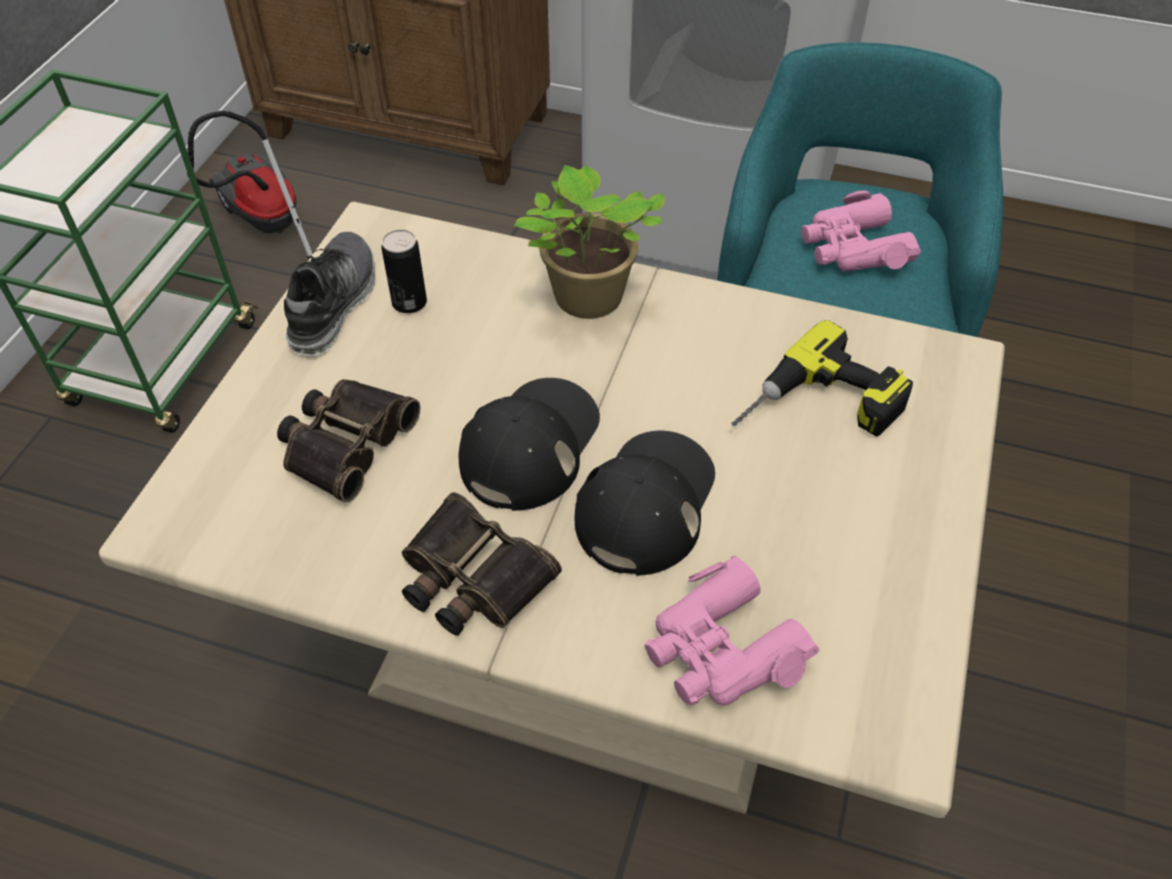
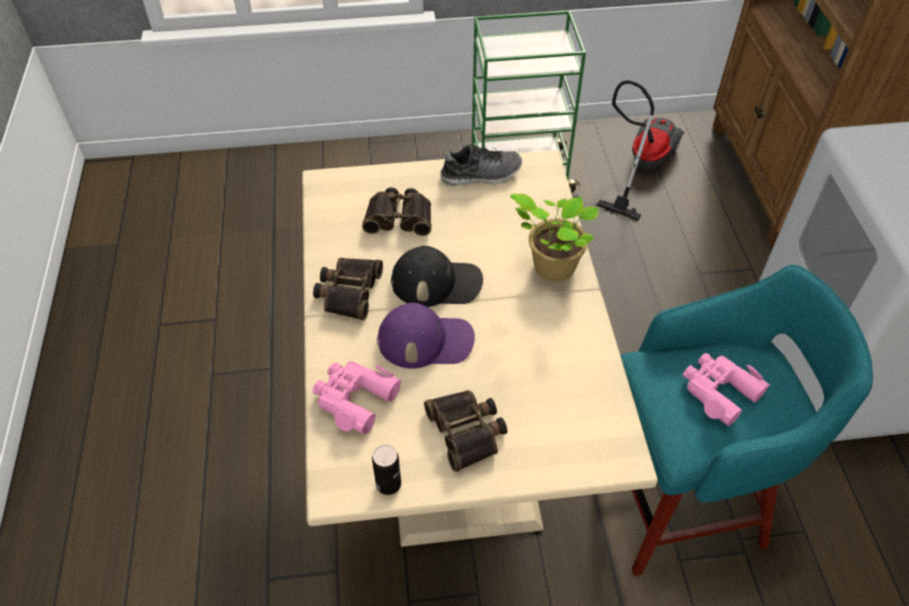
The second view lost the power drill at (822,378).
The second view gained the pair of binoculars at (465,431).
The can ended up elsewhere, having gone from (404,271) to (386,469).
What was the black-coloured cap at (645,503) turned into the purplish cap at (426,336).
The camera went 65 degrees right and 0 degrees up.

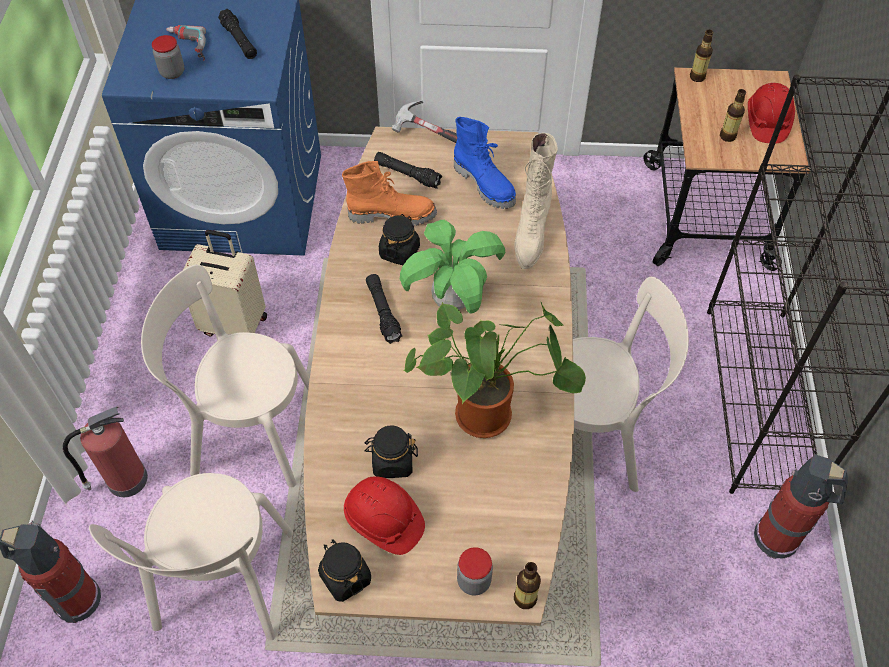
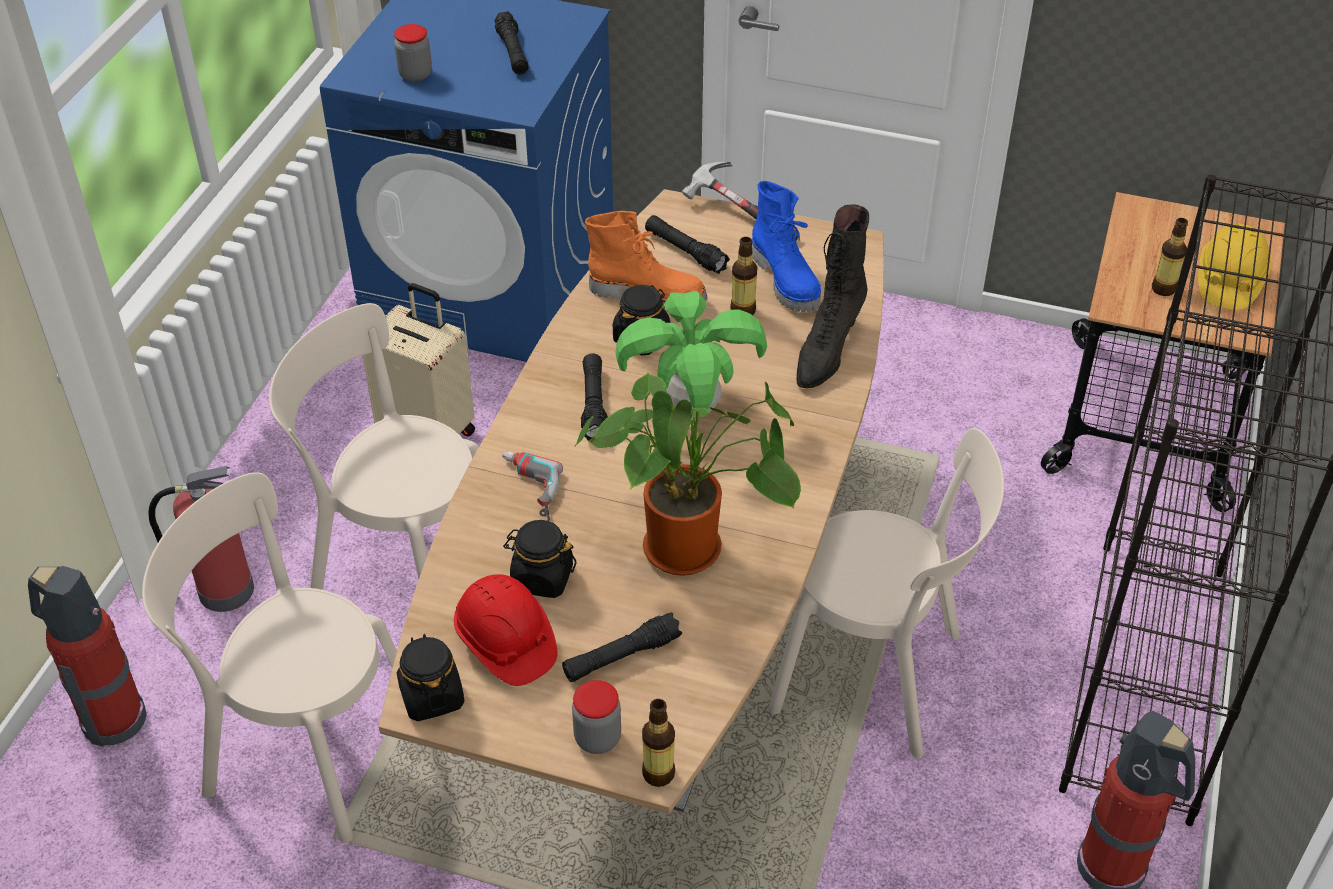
The second view gained the black-coloured hand torch at (622,647).
The power drill ended up elsewhere, having gone from (186,43) to (532,486).
The bottle ended up elsewhere, having gone from (701,56) to (743,276).
What was the beige boot at (536,201) turned into the black-coloured boot at (833,296).
What was the reddish hard hat at (771,113) turned into the yellow hard hat at (1234,267).
The beige plain chair at (191,556) ended up facing another way, 90 degrees clockwise from before.
The camera went 15 degrees right and 10 degrees down.

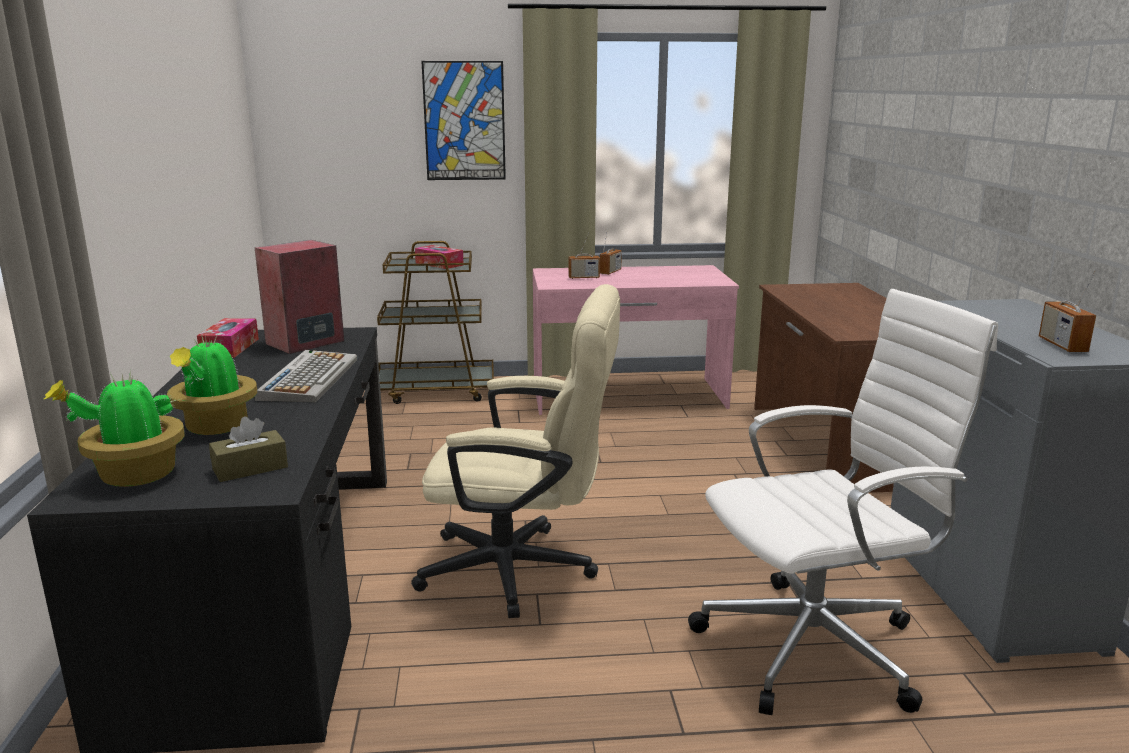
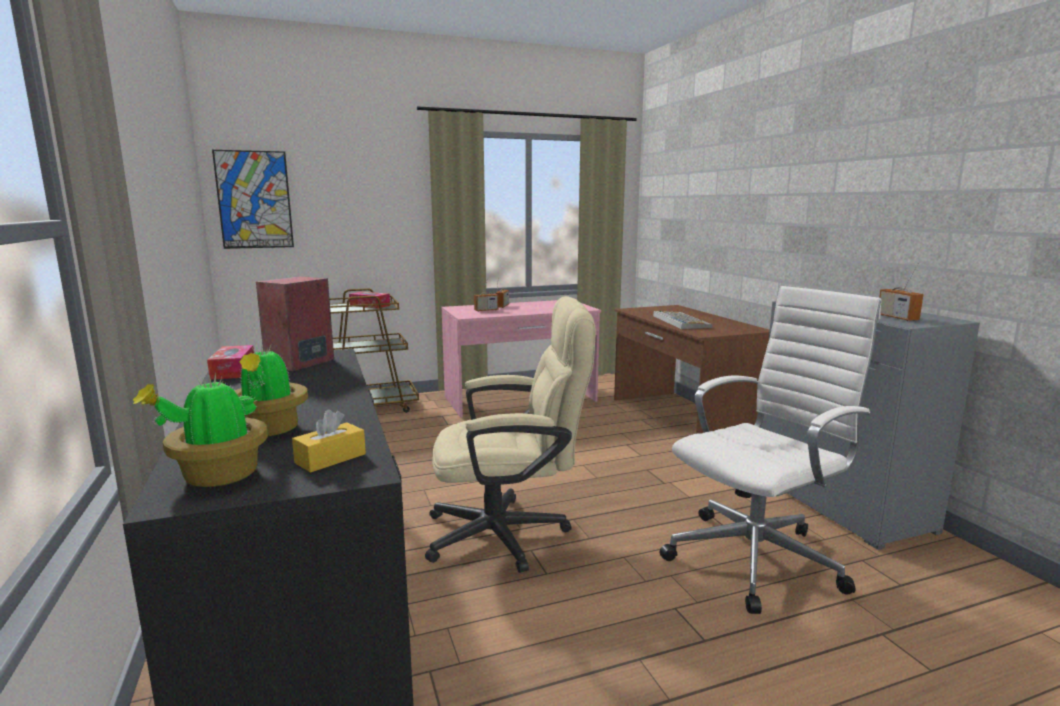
The computer keyboard ended up elsewhere, having gone from (306,376) to (682,320).
The wall art ended up elsewhere, having gone from (463,120) to (253,199).
What was the brownish box of tissues at (248,449) turned into the yellow box of tissues at (329,441).
The camera went 15 degrees left and 5 degrees down.

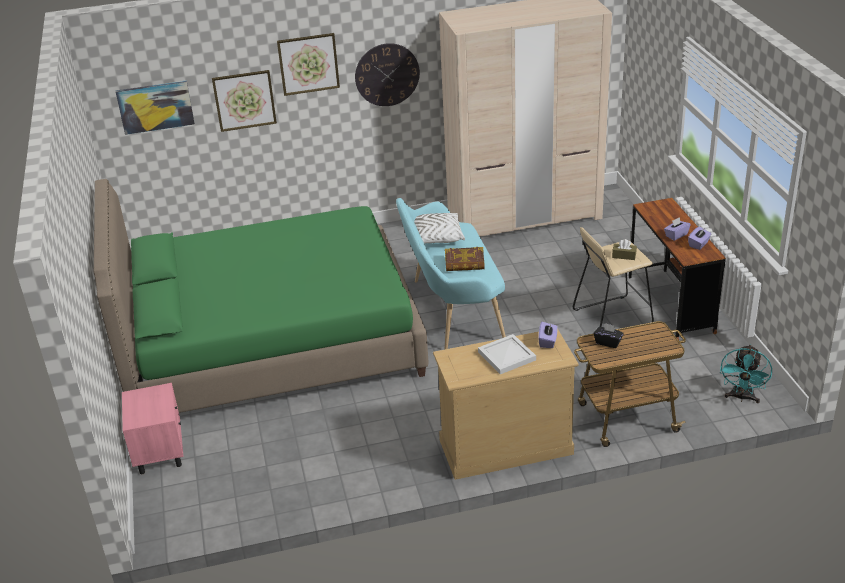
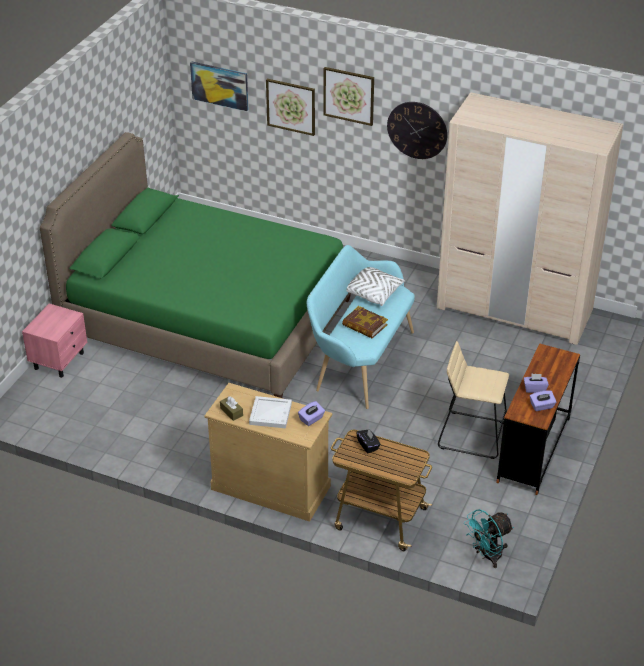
The brownish box of tissues ended up elsewhere, having gone from (624,249) to (231,408).
The camera went 35 degrees right and 5 degrees up.

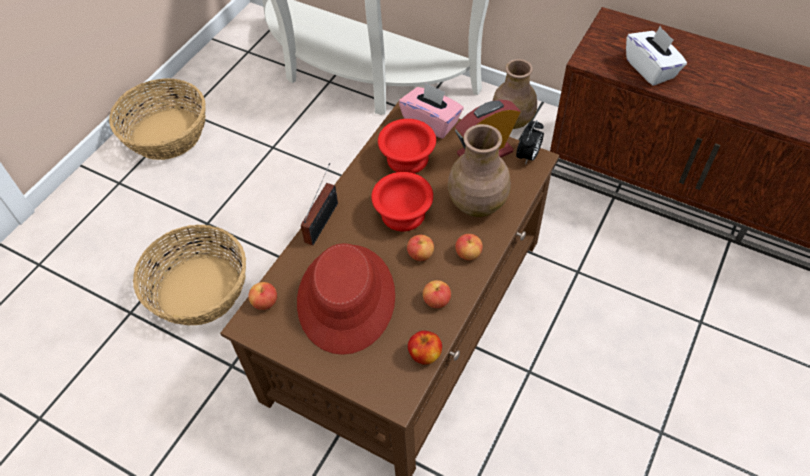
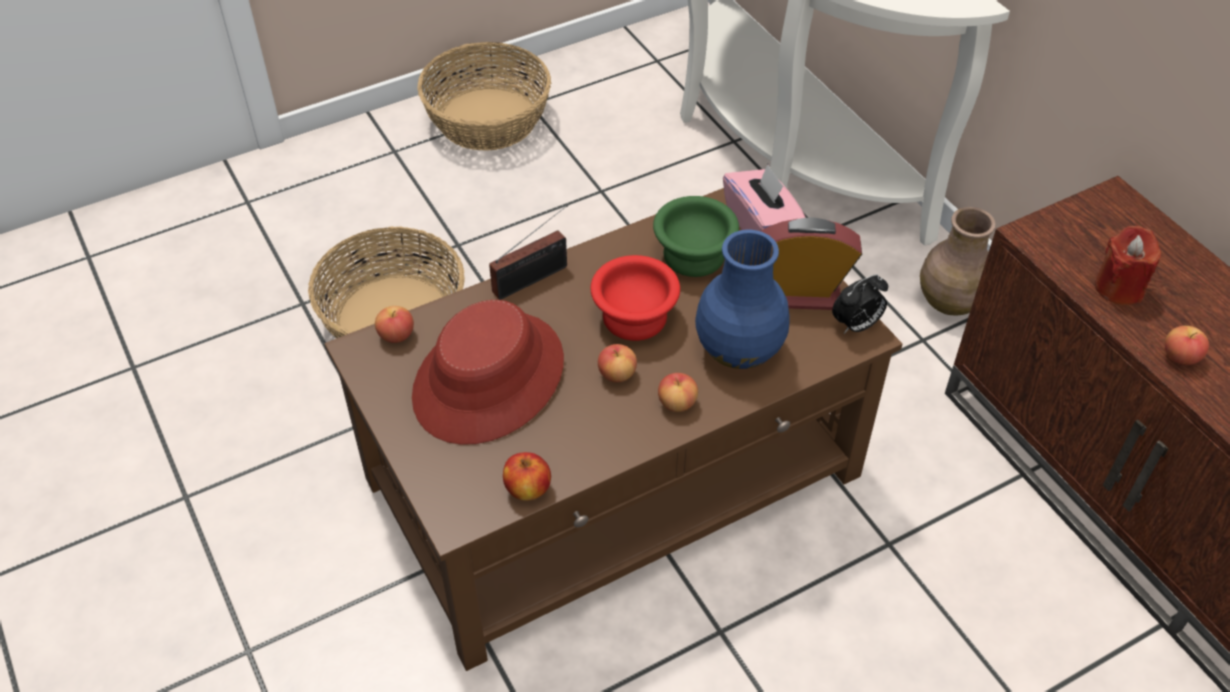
The whole apple ended up elsewhere, having gone from (437,294) to (1187,345).
Where the whitish box of tissues stood at (656,56), the reddish wax candle came to stand at (1128,265).
What was the reddish bowl at (407,146) turned into the green-coloured bowl at (696,236).
What was the brownish decorative vase at (479,170) turned into the blue-coloured decorative vase at (742,299).
The camera went 30 degrees right and 5 degrees down.

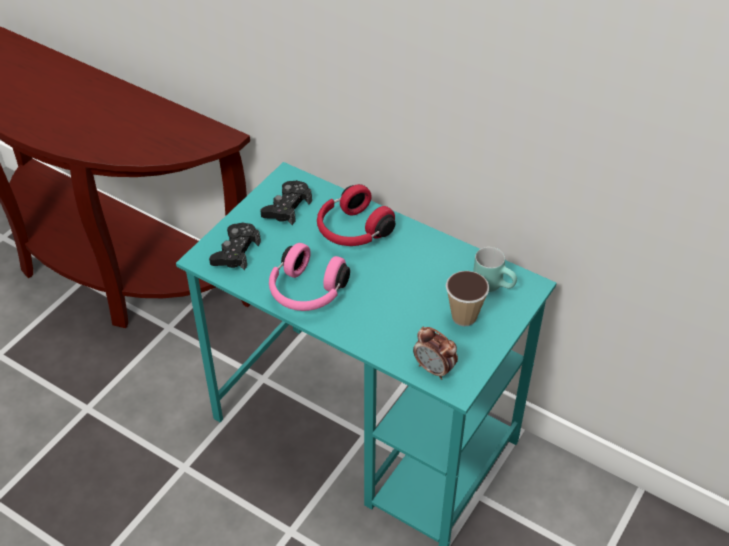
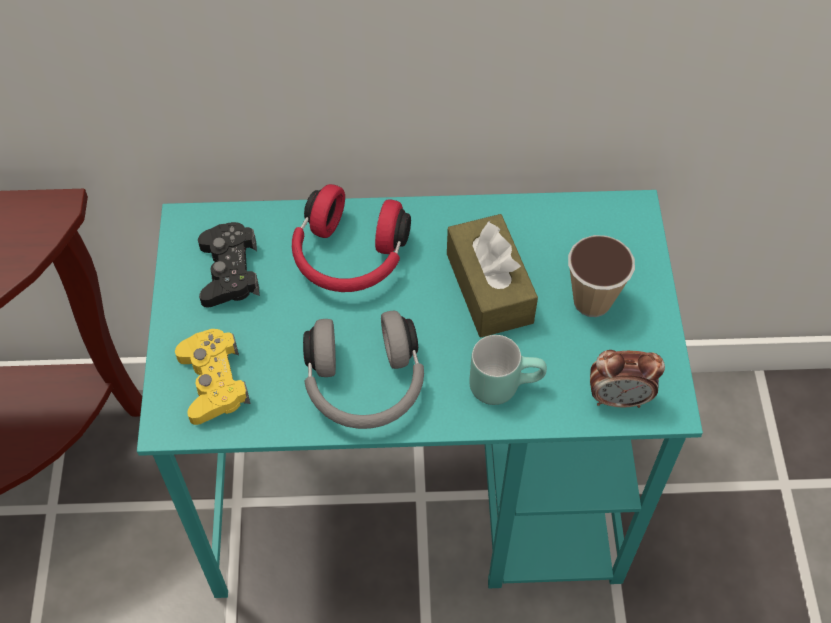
The second view gained the brownish box of tissues at (492,275).
The blue-green coffee mug ended up elsewhere, having gone from (495,269) to (508,370).
What was the black-coloured joypad at (235,246) turned into the yellow joypad at (212,377).
What was the pink pair of headphones at (309,277) turned into the grey pair of headphones at (363,370).
The camera went 35 degrees left and 10 degrees up.

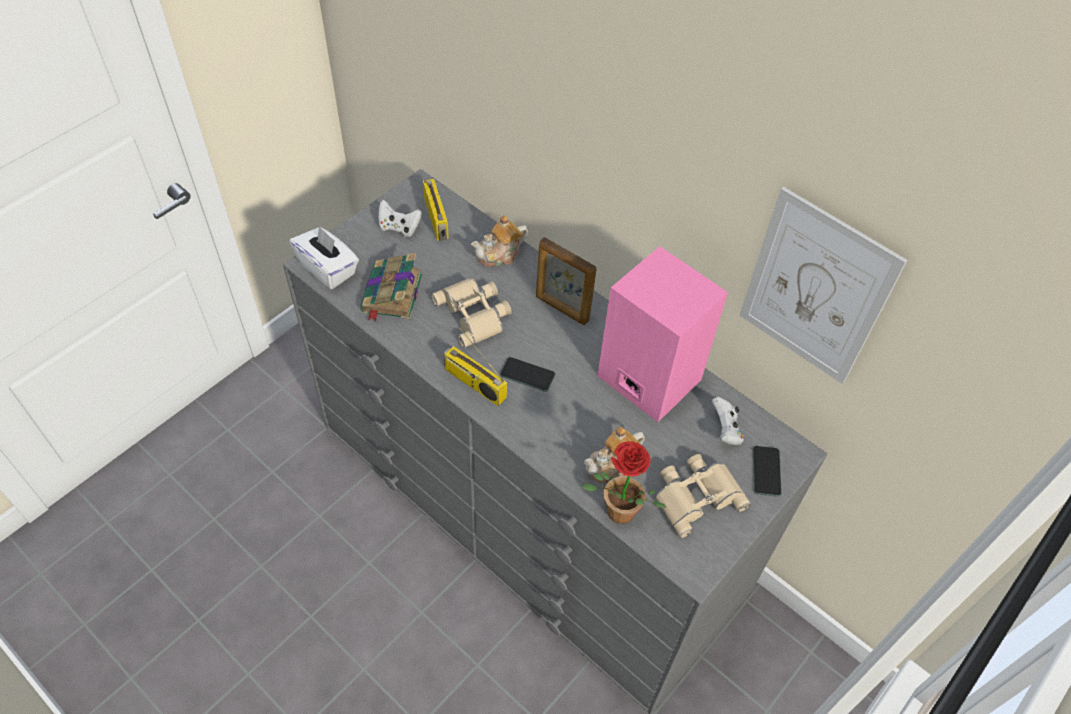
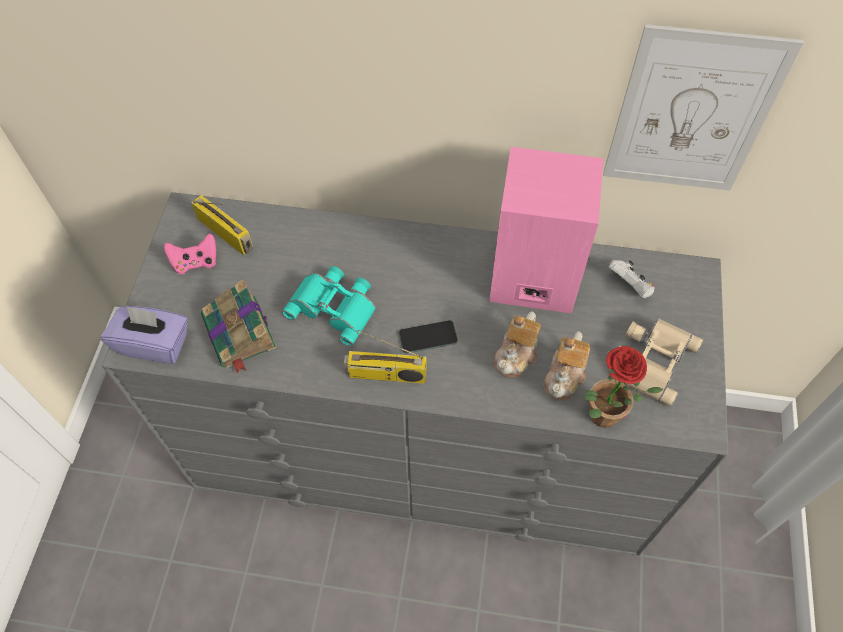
The second view lost the picture frame at (566,281).
The second view lost the phone at (767,471).
The pot for tea ended up elsewhere, having gone from (499,241) to (517,344).
What was the whitish box of tissues at (324,257) turned into the purplish box of tissues at (144,335).
What was the whitish joypad at (400,218) turned into the pink joypad at (190,253).
What was the beige pair of binoculars at (471,313) turned into the blue-green pair of binoculars at (329,306).
The camera went 30 degrees left and 5 degrees up.

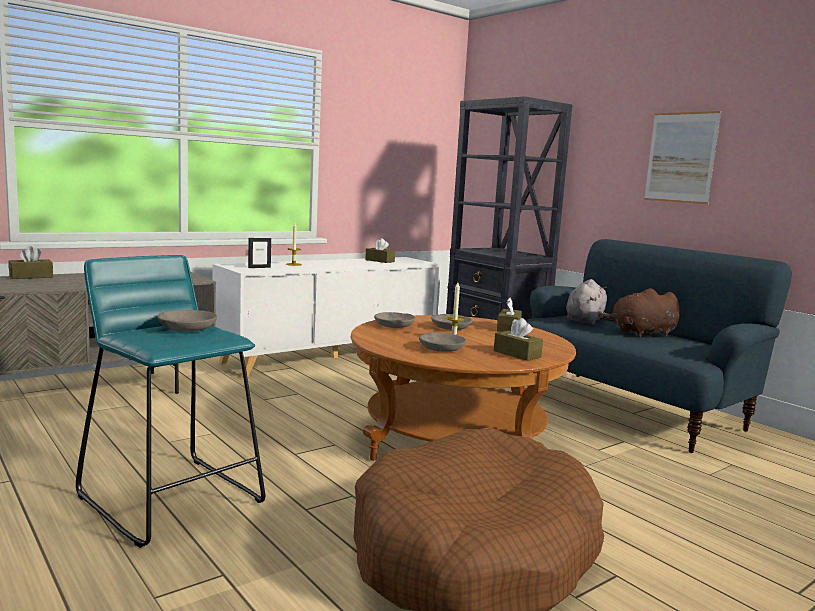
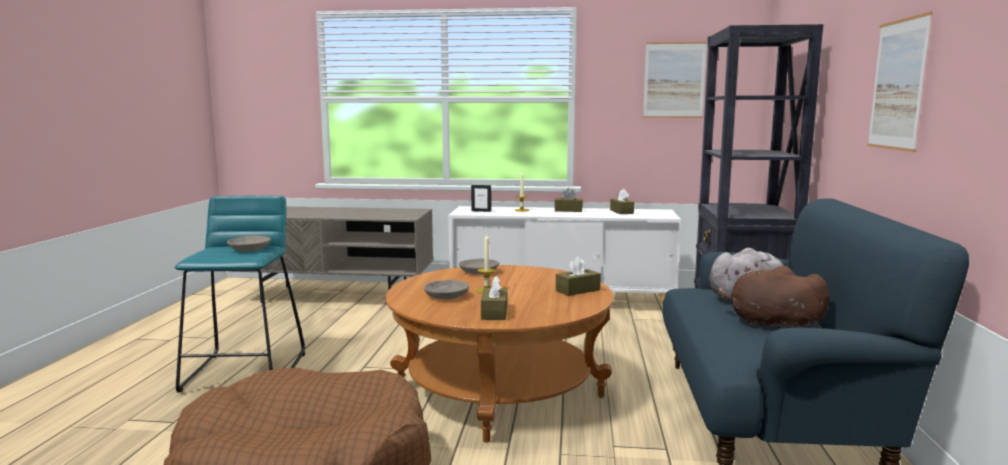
The second view lost the grey bowl at (451,322).
The second view gained the wall art at (675,80).
The brownish box of tissues ended up elsewhere, having gone from (31,262) to (568,200).
The camera went 45 degrees right and 0 degrees up.

